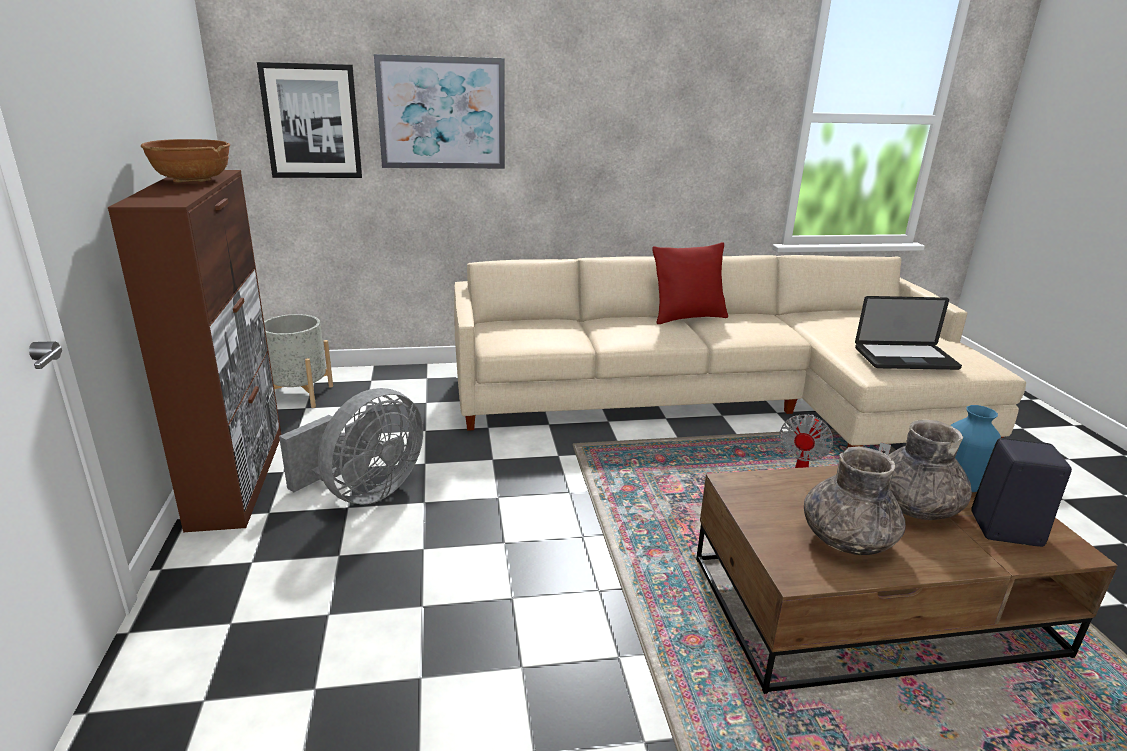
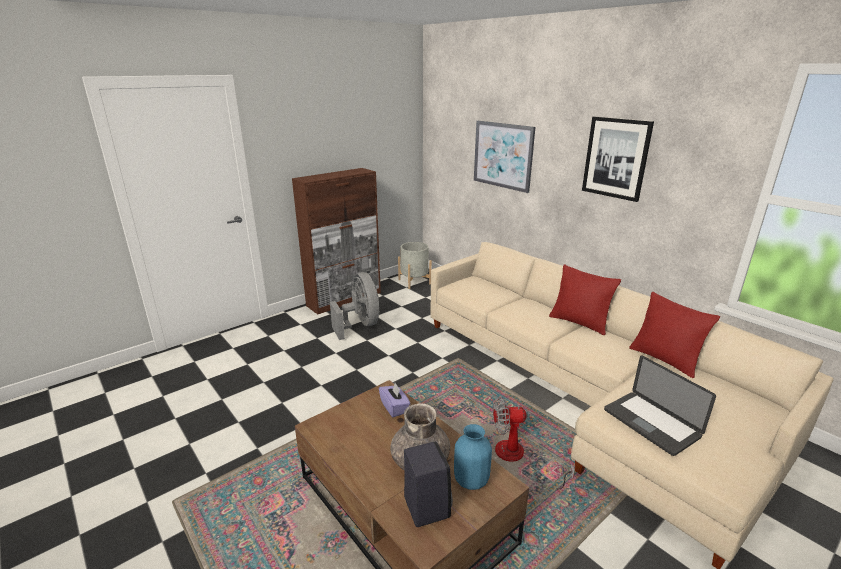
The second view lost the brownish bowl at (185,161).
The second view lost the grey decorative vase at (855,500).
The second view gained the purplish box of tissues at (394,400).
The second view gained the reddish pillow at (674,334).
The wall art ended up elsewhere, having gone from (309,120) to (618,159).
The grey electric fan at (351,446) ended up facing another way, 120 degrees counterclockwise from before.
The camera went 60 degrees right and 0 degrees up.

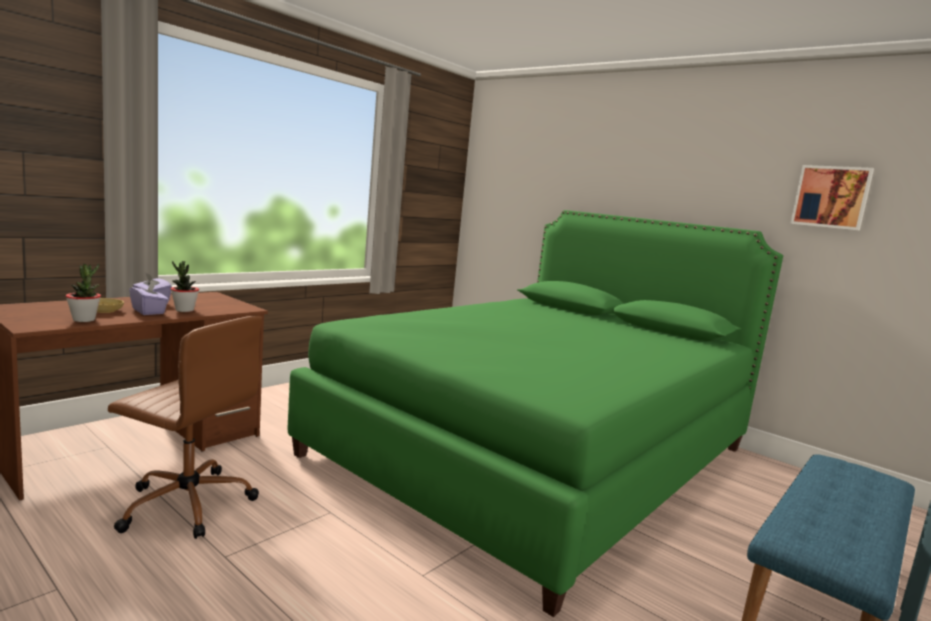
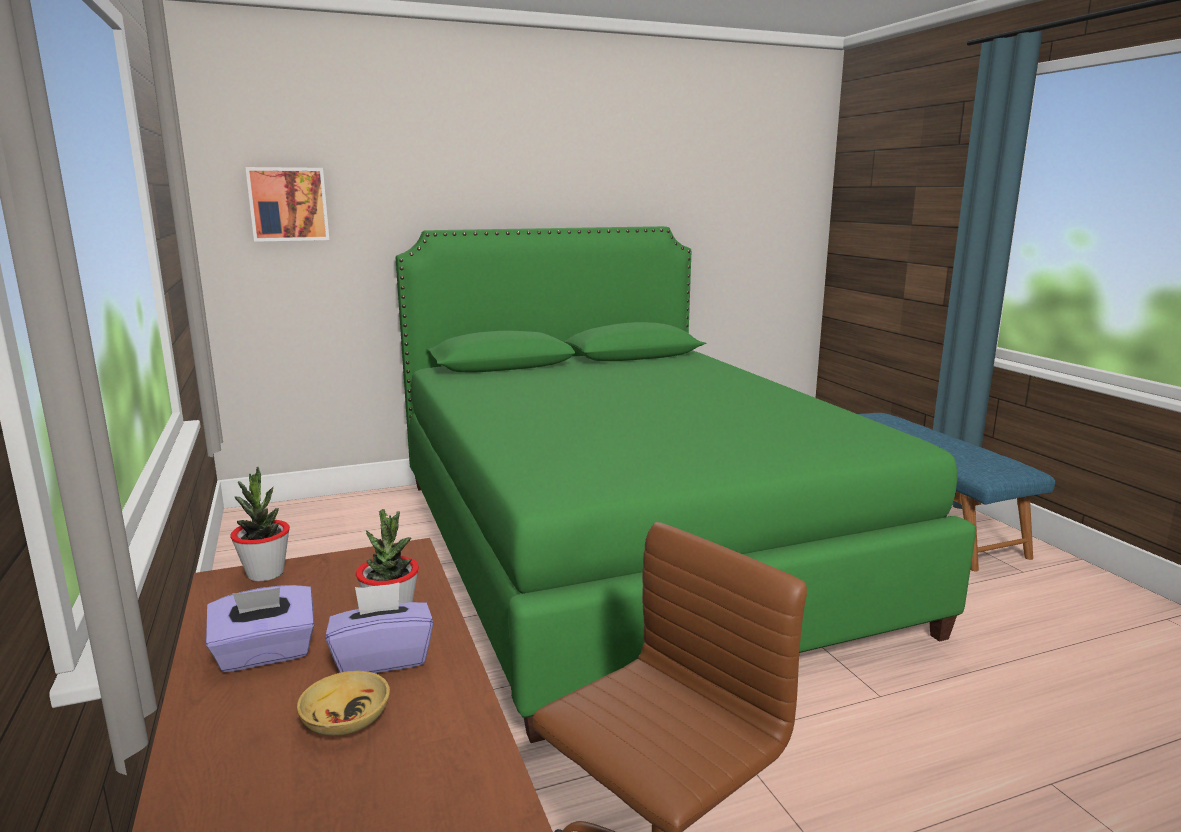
The houseplant ended up elsewhere, having gone from (83,293) to (260,523).
The wall art ended up elsewhere, having gone from (832,198) to (287,204).
The camera went 60 degrees left and 5 degrees up.

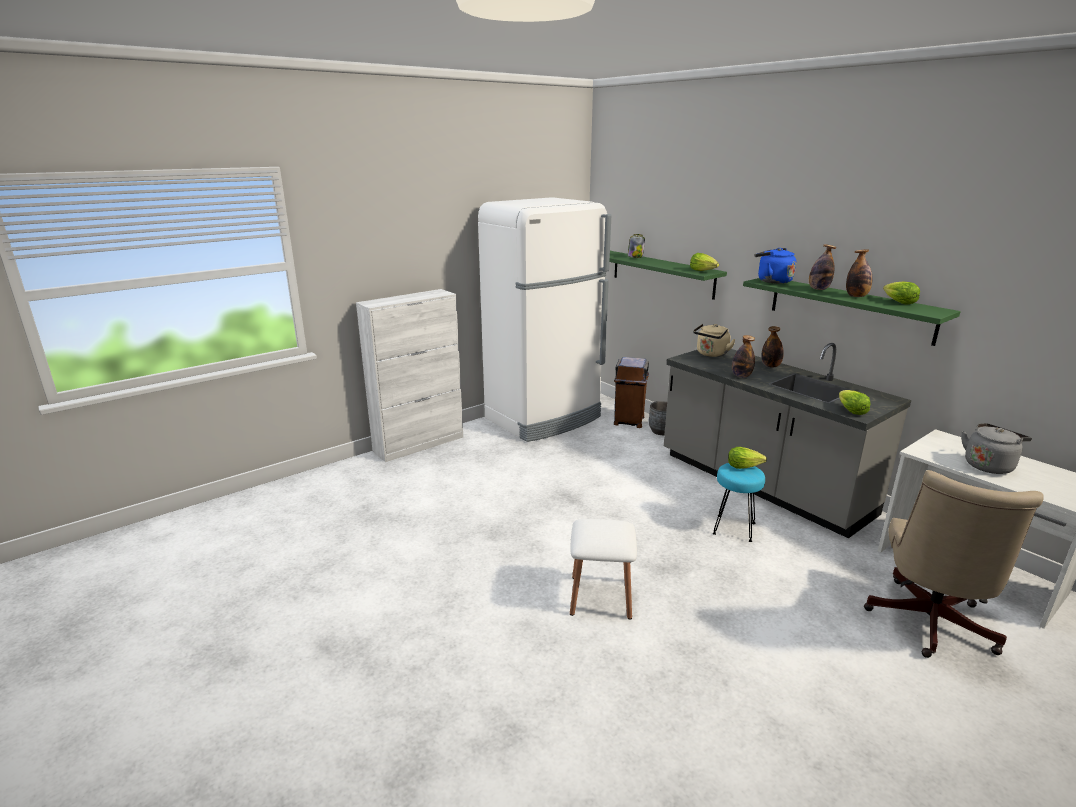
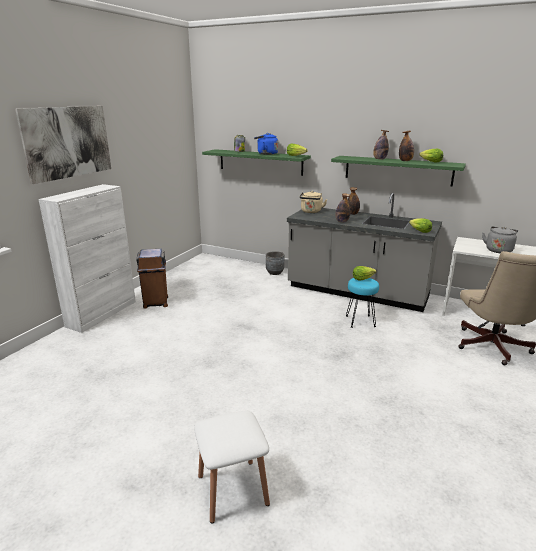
The second view lost the whitish kitchen fridge at (544,319).
The second view gained the wall art at (63,145).
The whitish stool ended up elsewhere, having gone from (603,569) to (232,467).
The brownish trash can ended up elsewhere, having gone from (631,392) to (152,279).
The blue-coloured water kettle ended up elsewhere, having gone from (775,266) to (266,144).
The camera went 25 degrees left and 0 degrees up.

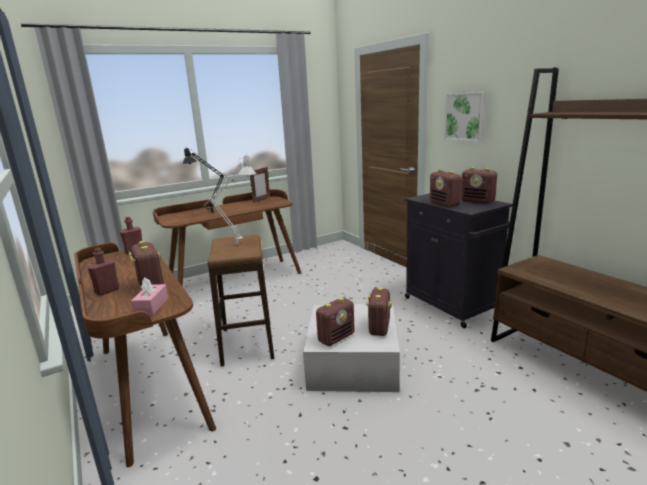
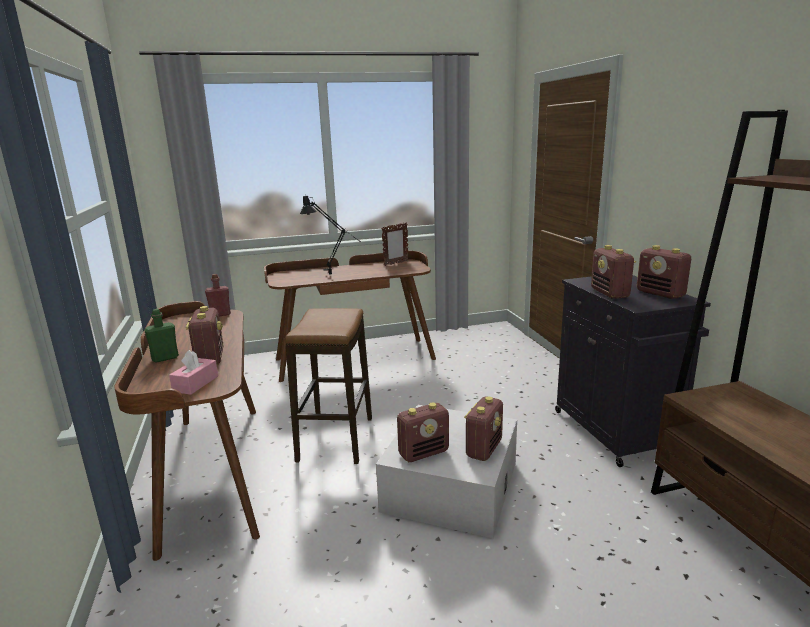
The second view lost the grey lamp for a table at (225,199).
The second view lost the wall art at (465,117).
What was the reddish bottle at (103,271) turned into the green-coloured bottle at (161,336).
The camera went 15 degrees right and 0 degrees up.

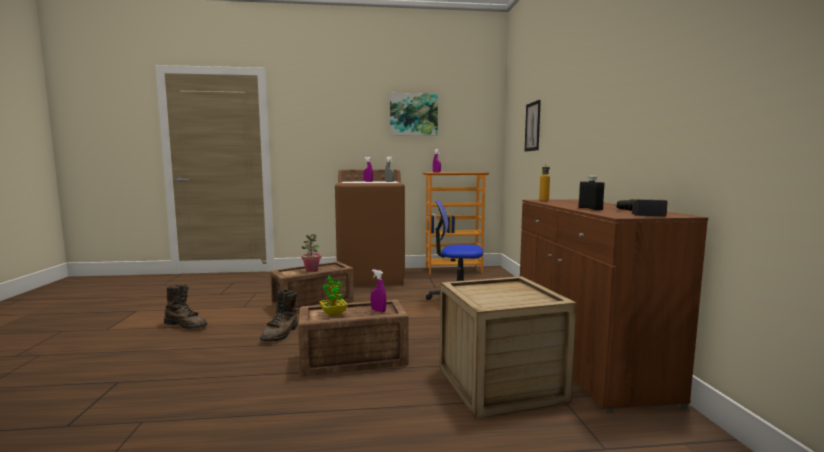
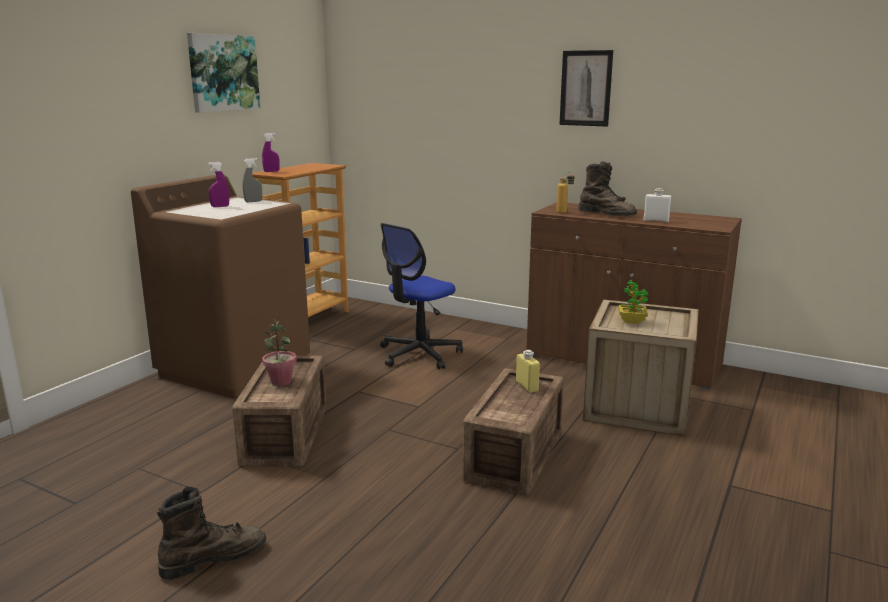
The second view lost the power drill at (641,207).
The brownish boot ended up elsewhere, having gone from (279,315) to (607,189).
The houseplant ended up elsewhere, having gone from (334,296) to (633,302).
The wall art ended up elsewhere, having gone from (532,126) to (586,88).
Where the purplish sprayer stood at (378,291), the yellow bottle came to stand at (528,371).
What was the black-coloured bottle at (592,192) turned into the whitish bottle at (657,205).
The camera went 55 degrees left and 10 degrees up.

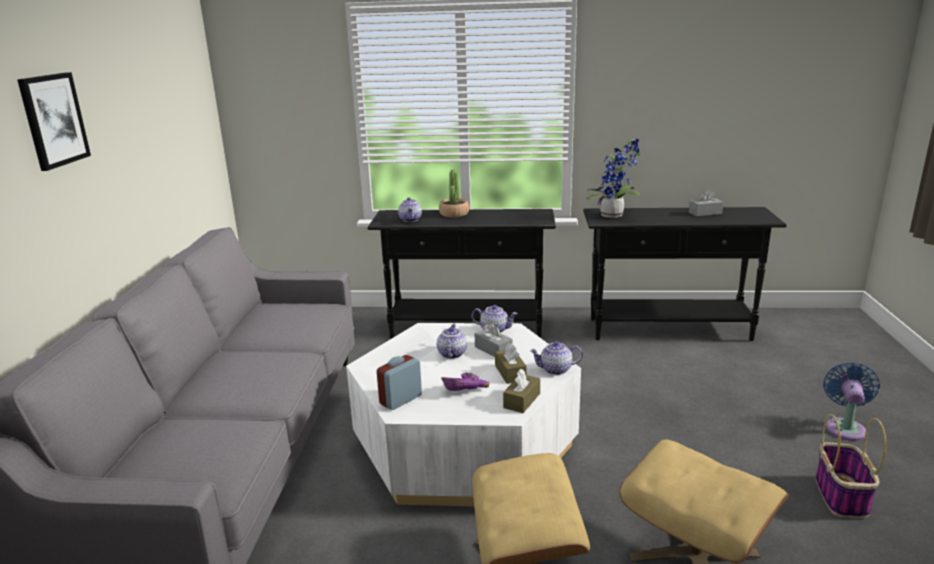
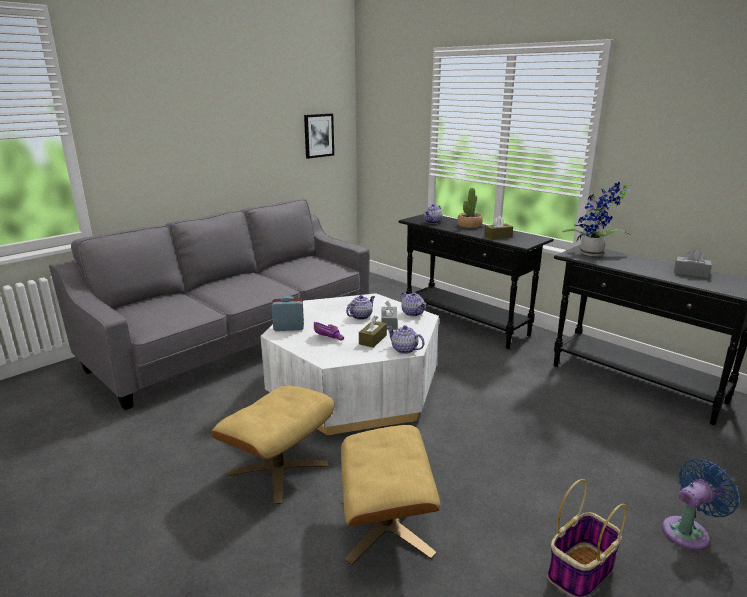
The wall art ended up elsewhere, having gone from (54,121) to (319,136).
The brownish box of tissues ended up elsewhere, having gone from (521,391) to (498,227).
The camera went 40 degrees right and 0 degrees up.

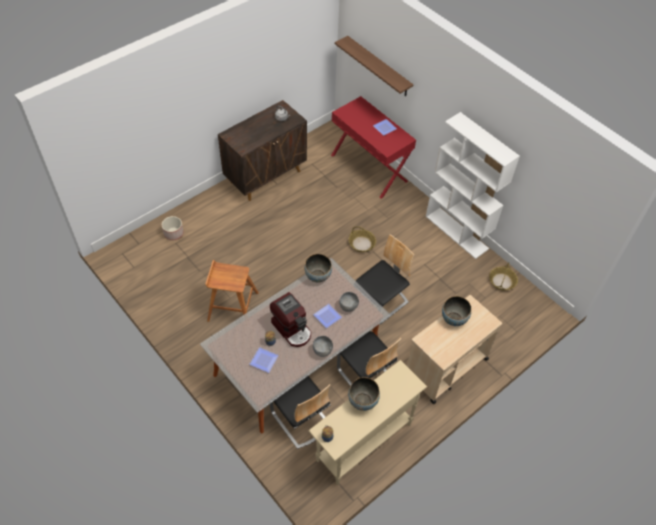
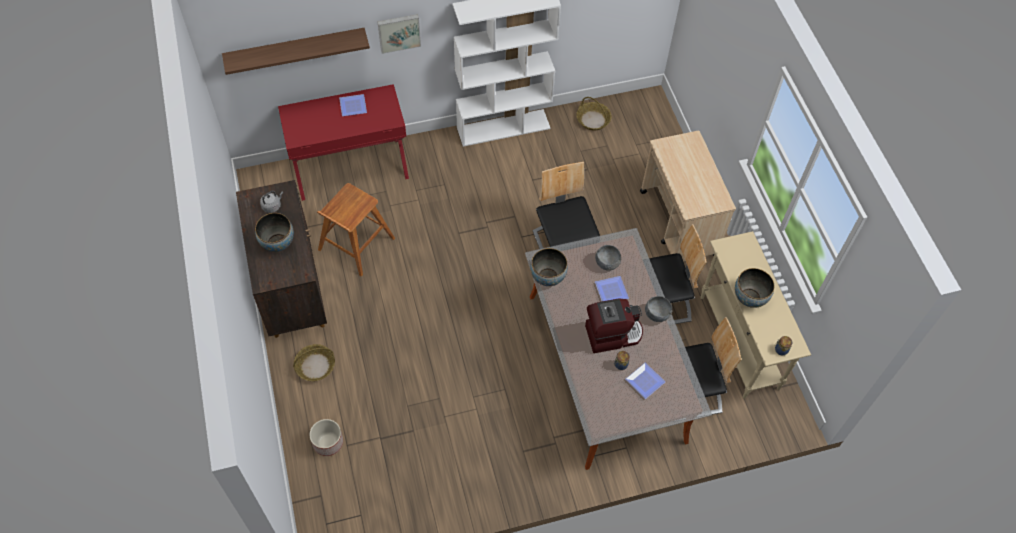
The second view gained the wall art at (399,34).
The brownish stool ended up elsewhere, having gone from (232,291) to (356,230).
The basket ended up elsewhere, having gone from (362,239) to (314,362).
The bowl ended up elsewhere, having gone from (456,311) to (274,232).
The camera went 65 degrees left and 5 degrees up.

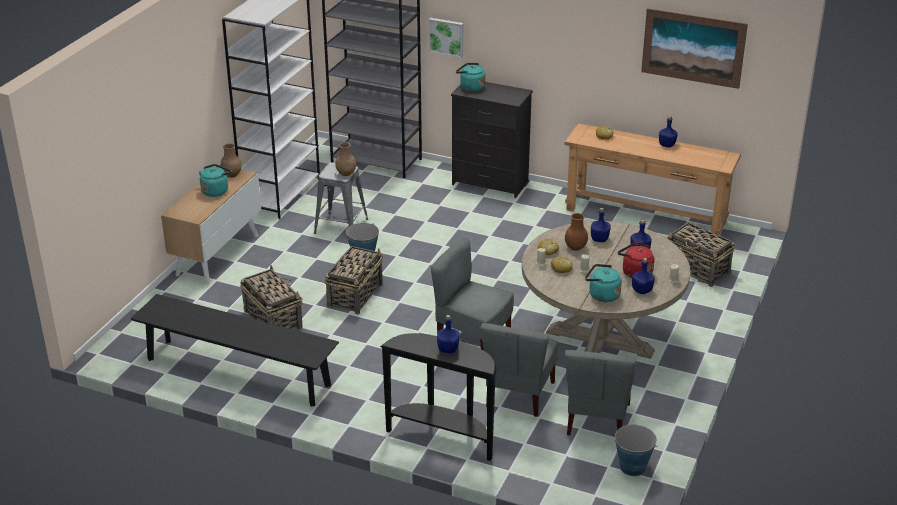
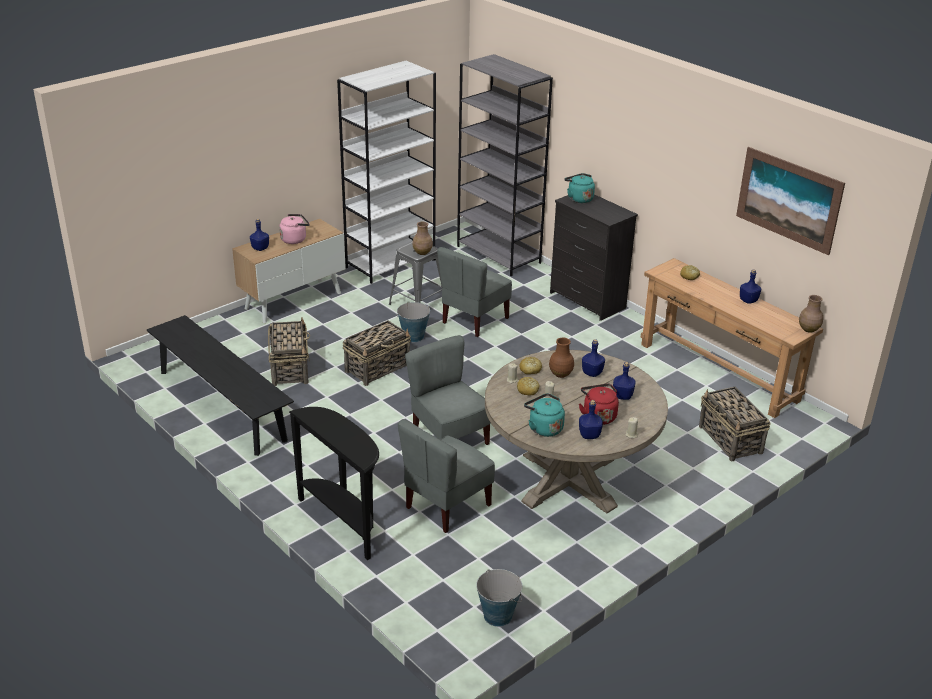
The second view lost the wall art at (446,38).
The brownish decorative vase ended up elsewhere, having gone from (231,160) to (811,314).
The blue-coloured bottle ended up elsewhere, having gone from (448,334) to (259,235).
The grey plain chair ended up elsewhere, having gone from (600,392) to (474,292).
What was the blue-green water kettle at (215,180) turned into the pink water kettle at (294,229).
The camera went 25 degrees right and 0 degrees up.

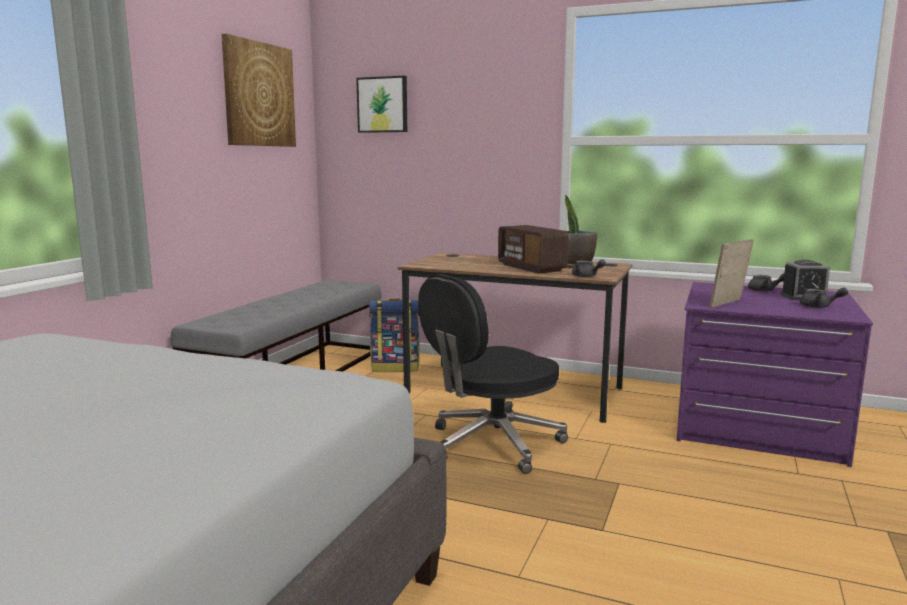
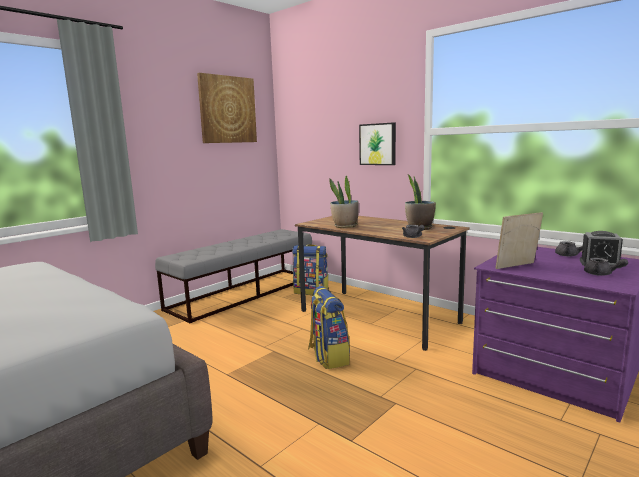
The second view lost the radio set at (533,249).
The second view gained the houseplant at (344,201).
The wall art ended up elsewhere, having gone from (381,104) to (377,143).
Where the black-coloured computer chair stood at (493,374), the backpack came to stand at (329,327).
The camera went 20 degrees right and 0 degrees up.

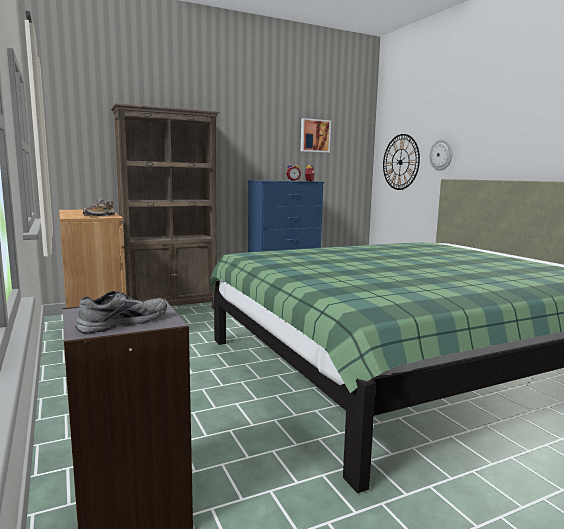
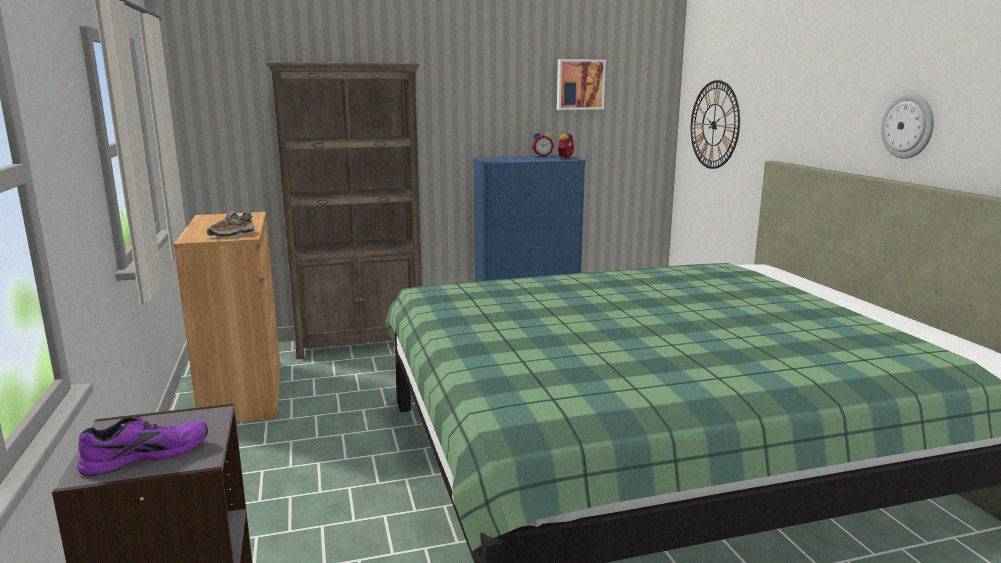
The hanging clock ended up elsewhere, having gone from (441,155) to (907,126).
What was the grey low shoe at (121,312) turned into the purplish low shoe at (142,446).
The camera went 10 degrees right and 5 degrees up.

